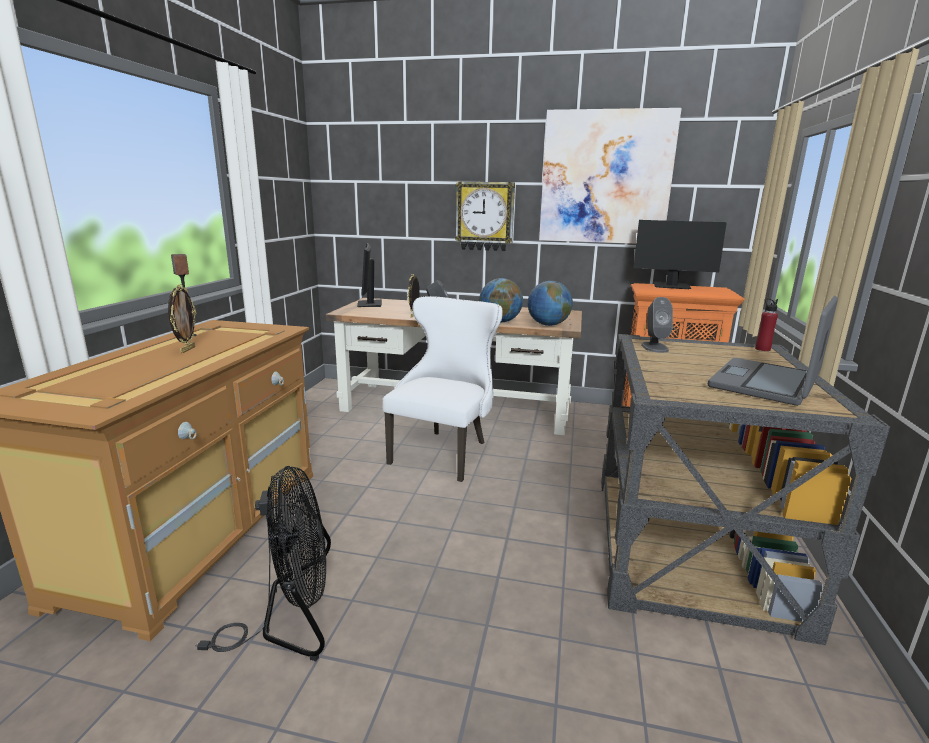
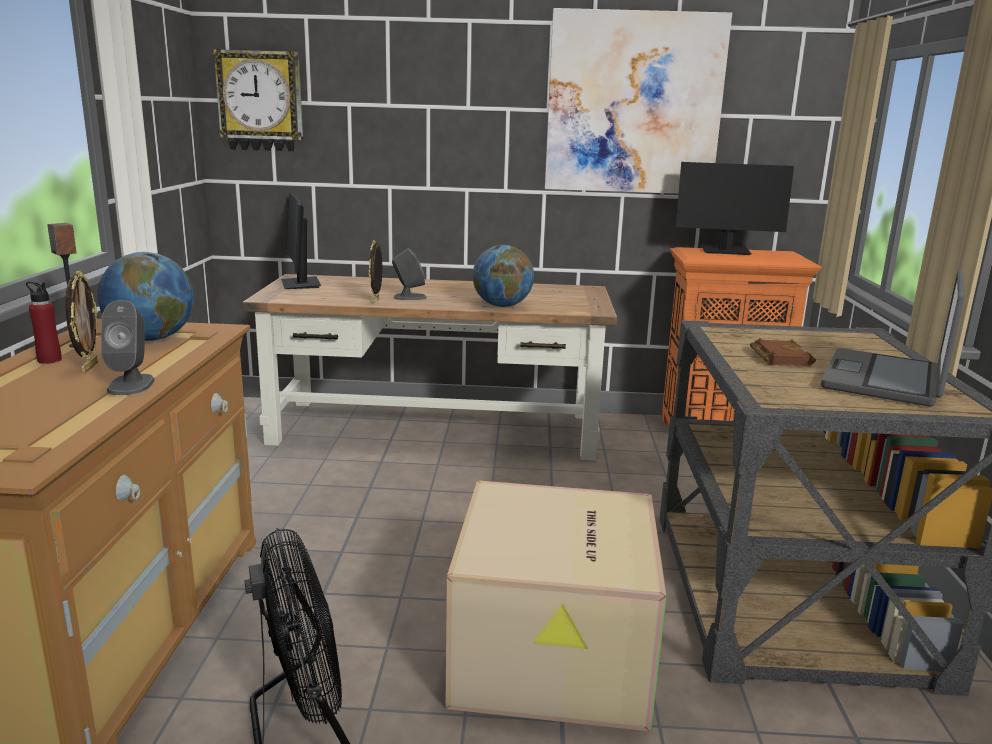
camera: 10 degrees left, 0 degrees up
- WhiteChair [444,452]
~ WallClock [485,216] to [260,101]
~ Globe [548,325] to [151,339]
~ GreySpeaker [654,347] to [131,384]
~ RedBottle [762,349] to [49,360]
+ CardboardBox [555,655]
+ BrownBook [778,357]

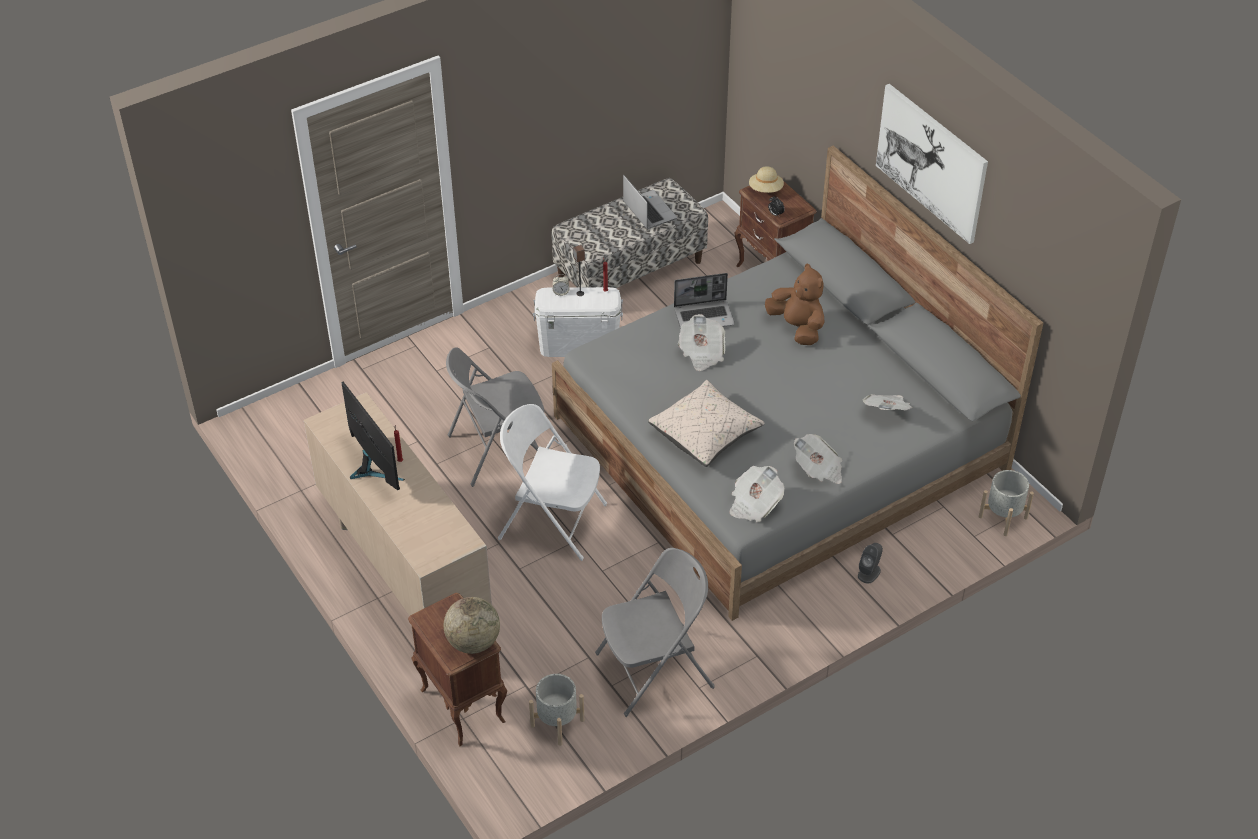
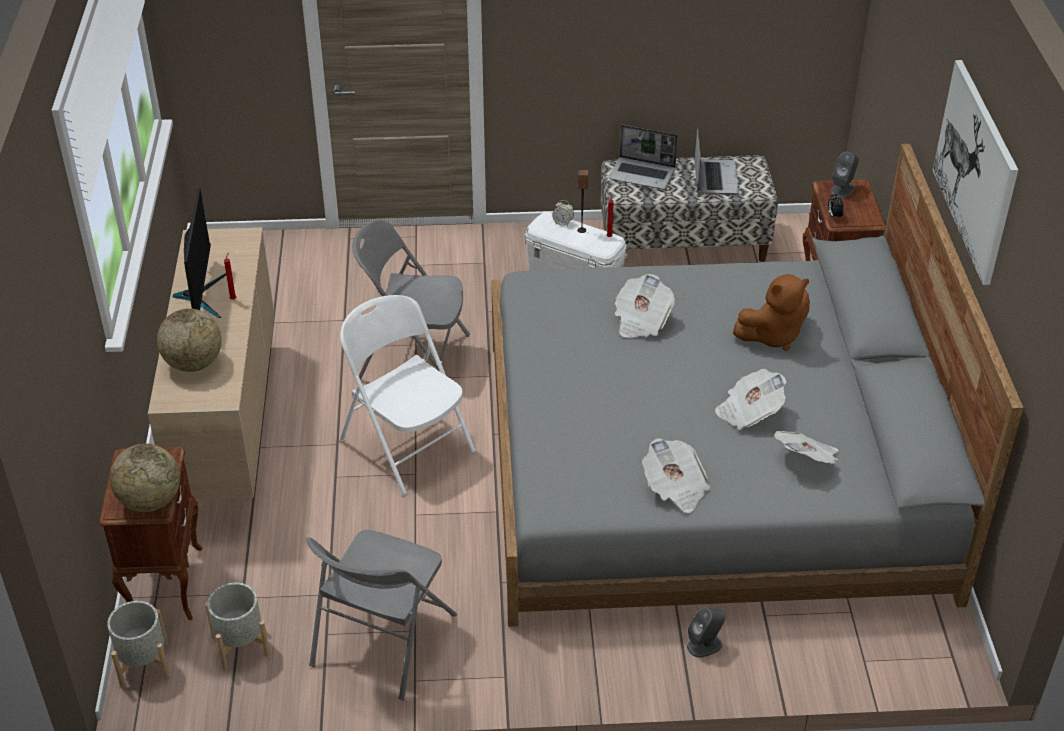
camera: 30 degrees right, 5 degrees down
~ GreyChair [654,670] = [383,640] 105 degrees clockwise
- BeigePillow [705,434]
~ Laptop [704,316] to [643,174]
~ Newspaper [754,504] to [749,412]
~ BeigeHat [766,189] to GreySpeaker [843,189]
~ BrownPlushToy [797,327] = [772,335] 75 degrees clockwise
~ GreyPlanter [1003,517] to [144,665]
+ Globe [193,363]

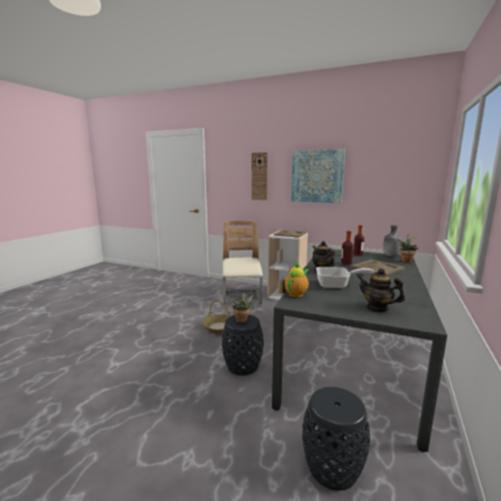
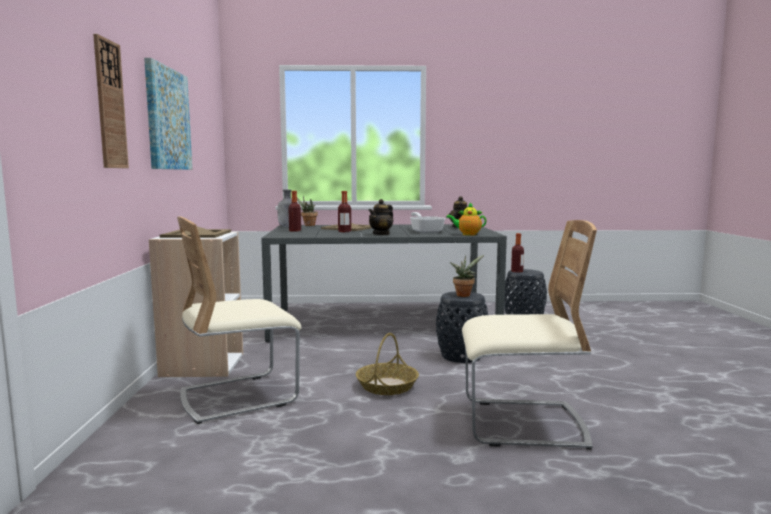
camera: 115 degrees left, 5 degrees down
+ BeigeChair [522,424]
+ Bottle [517,271]

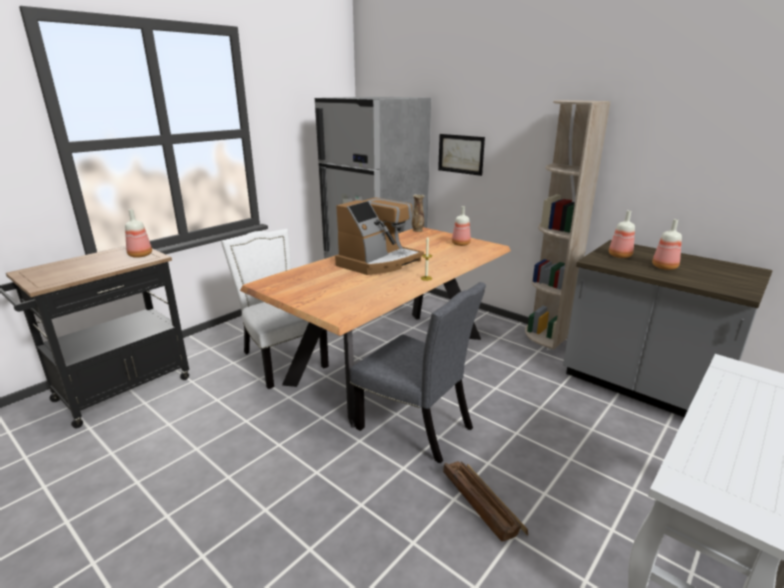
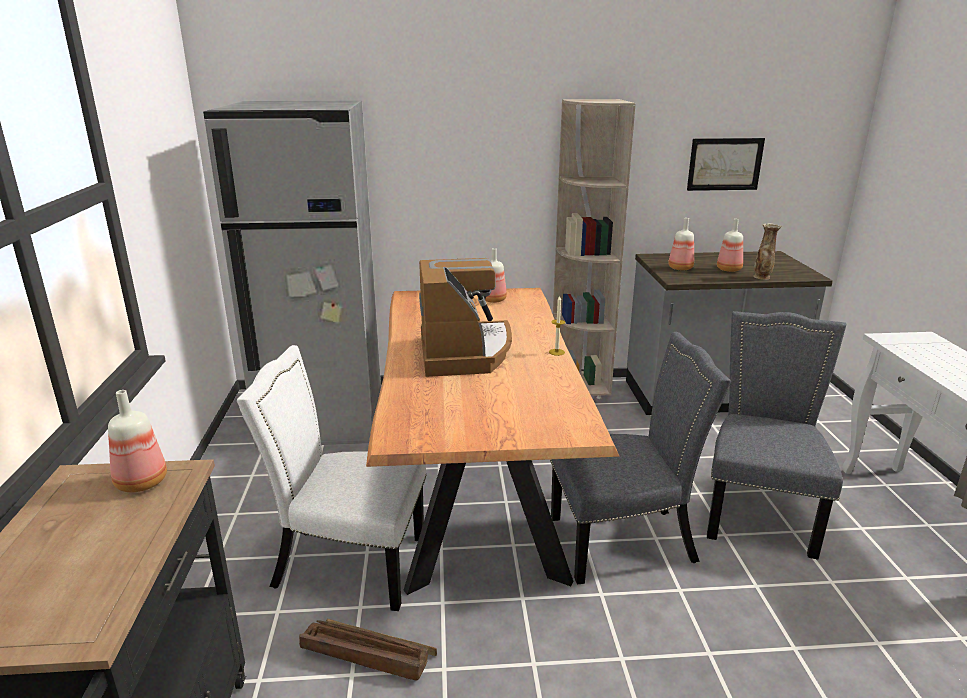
camera: 45 degrees left, 0 degrees up
~ Vase [417,230] to [762,277]
~ Picture [461,154] to [725,164]
~ Crate [481,504] to [367,656]
+ GreyChair [758,514]

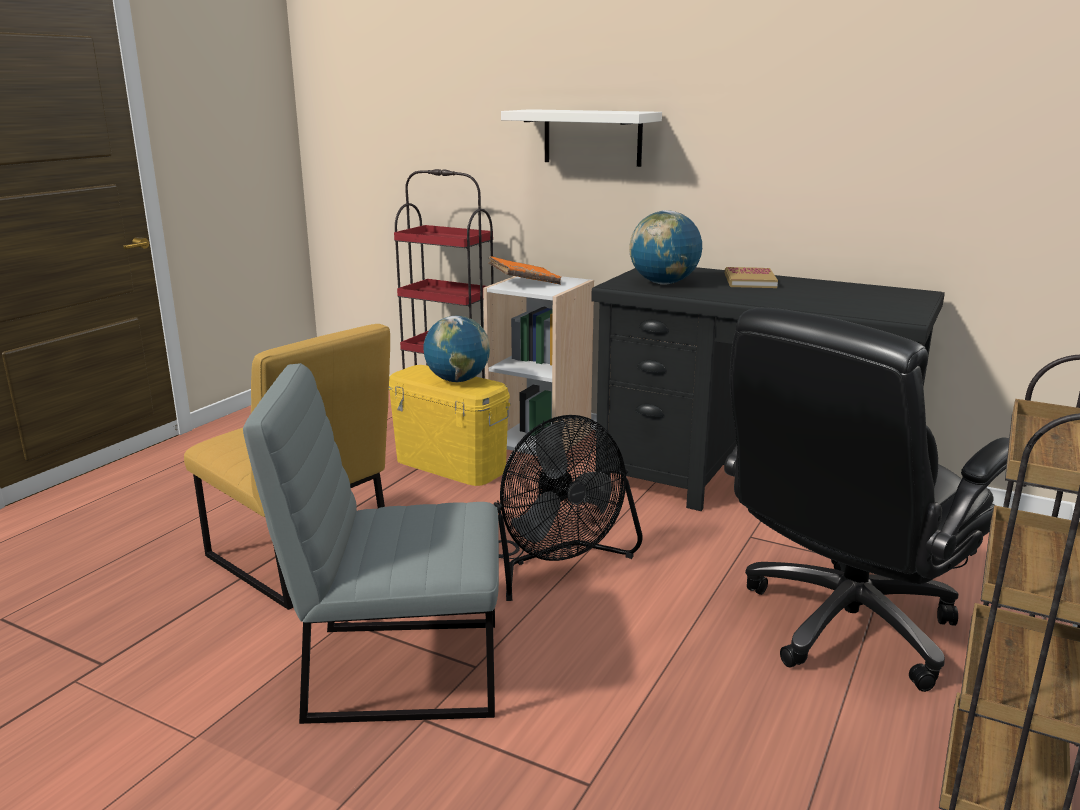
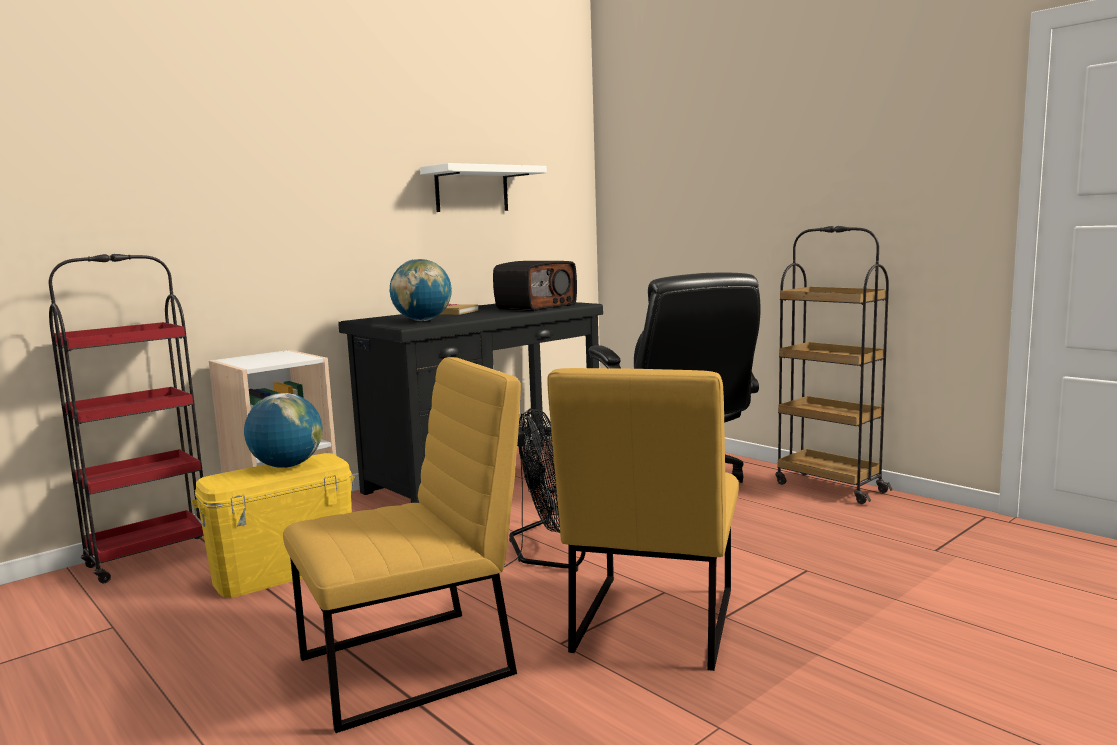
camera: 70 degrees left, 10 degrees down
~ GreyChair [398,669] to YellowChair [652,622]
- OrangeBook [524,283]
~ WhiteShelf [592,137] to [472,189]
+ Radio [535,307]

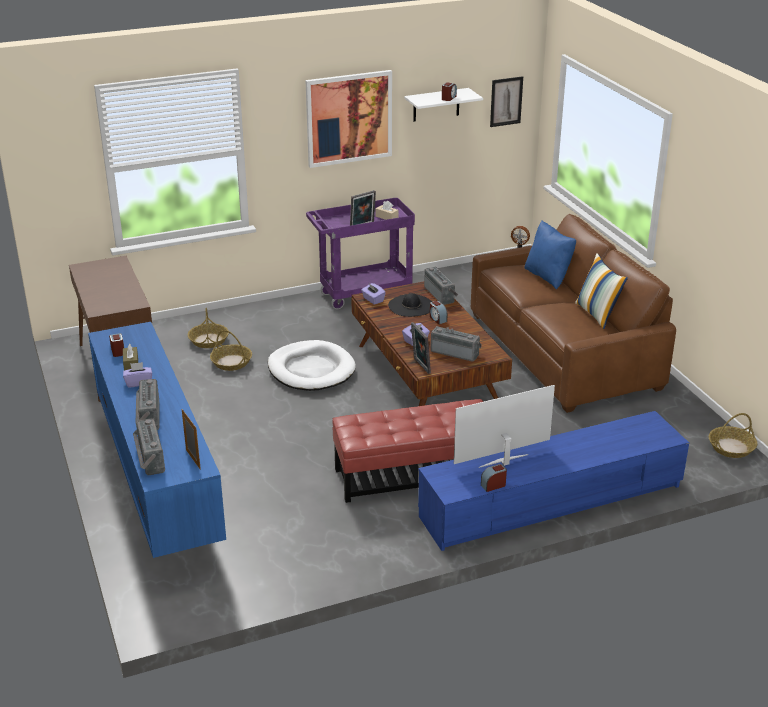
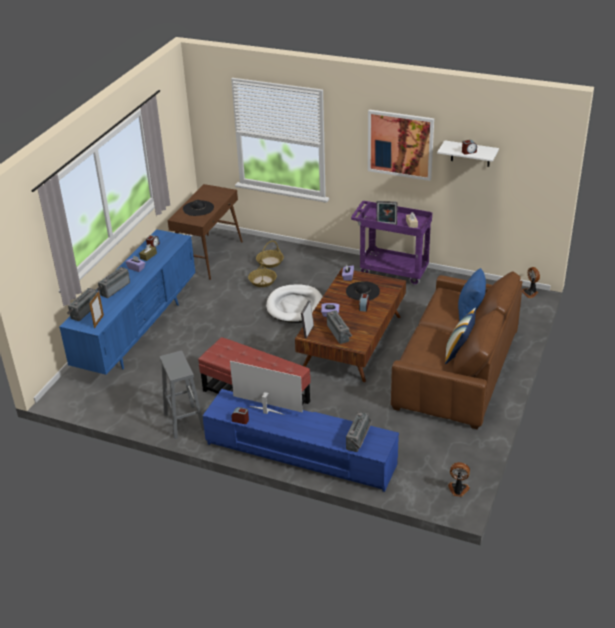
camera: 45 degrees right, 5 degrees up
~ Radio [441,294] to [359,439]
- Picture [506,101]
~ Basket [731,448] to Fan [458,490]
+ GreyStool [184,421]
+ BlackHat [198,208]

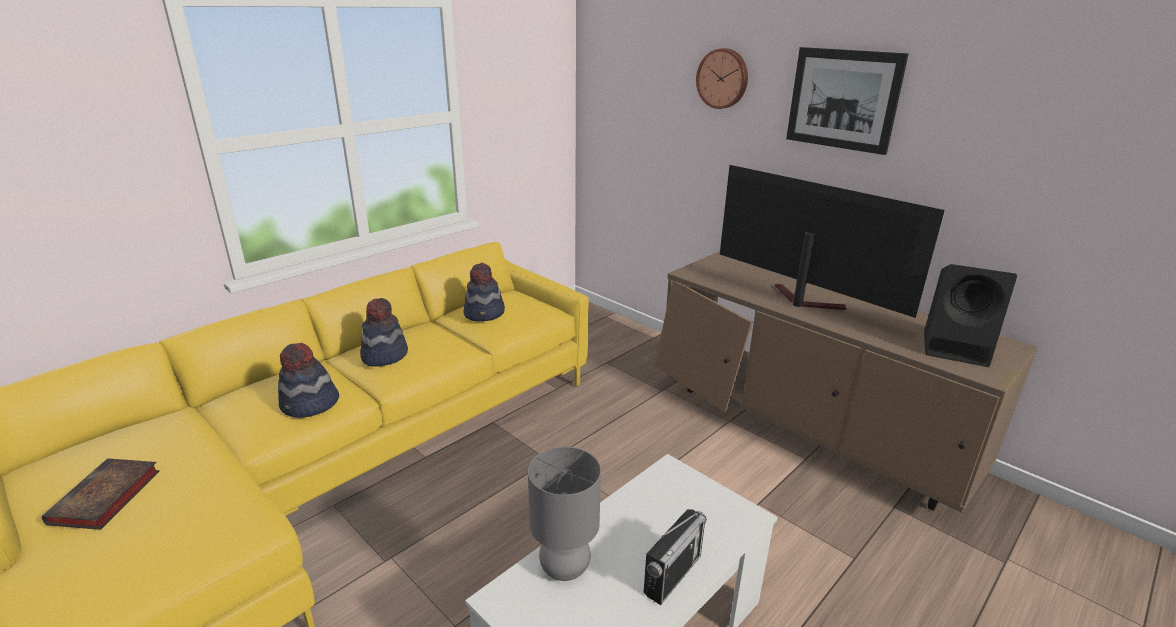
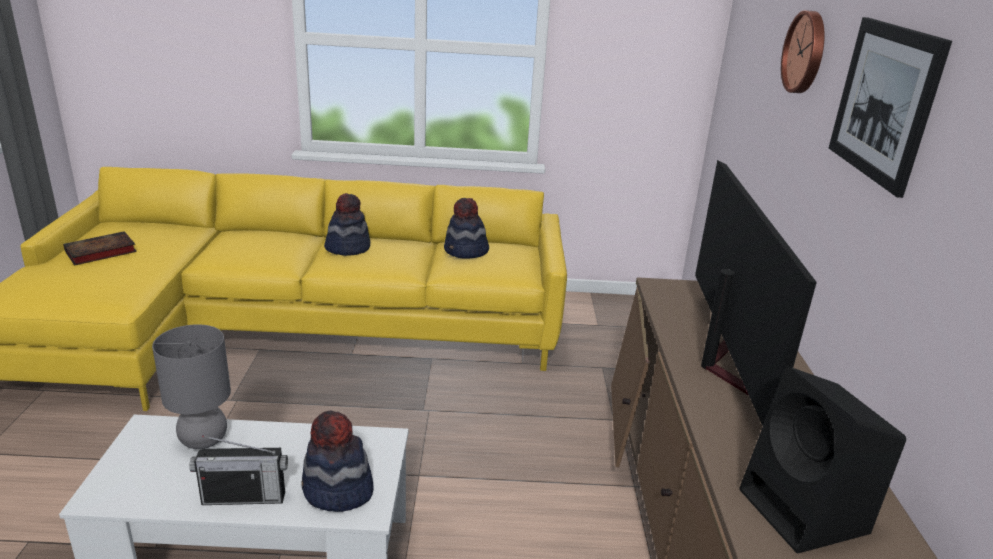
camera: 45 degrees right, 0 degrees up
~ Hat [310,405] to [337,491]

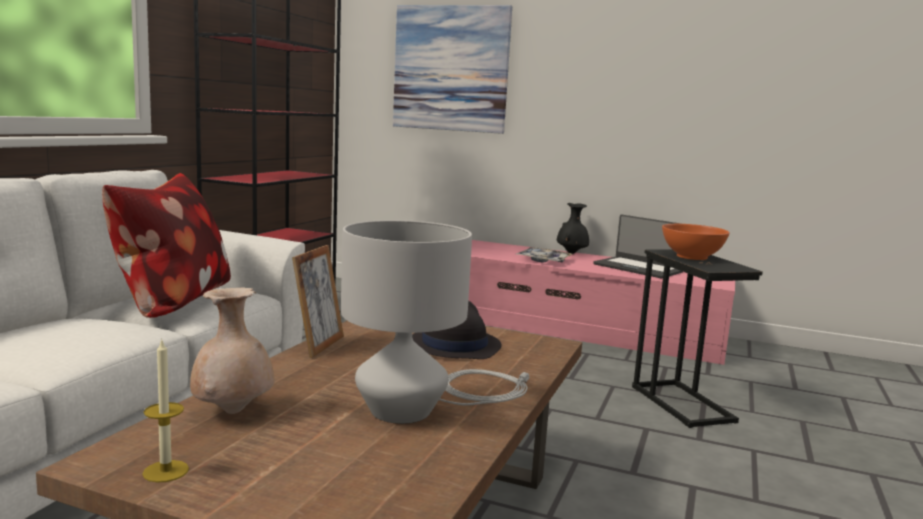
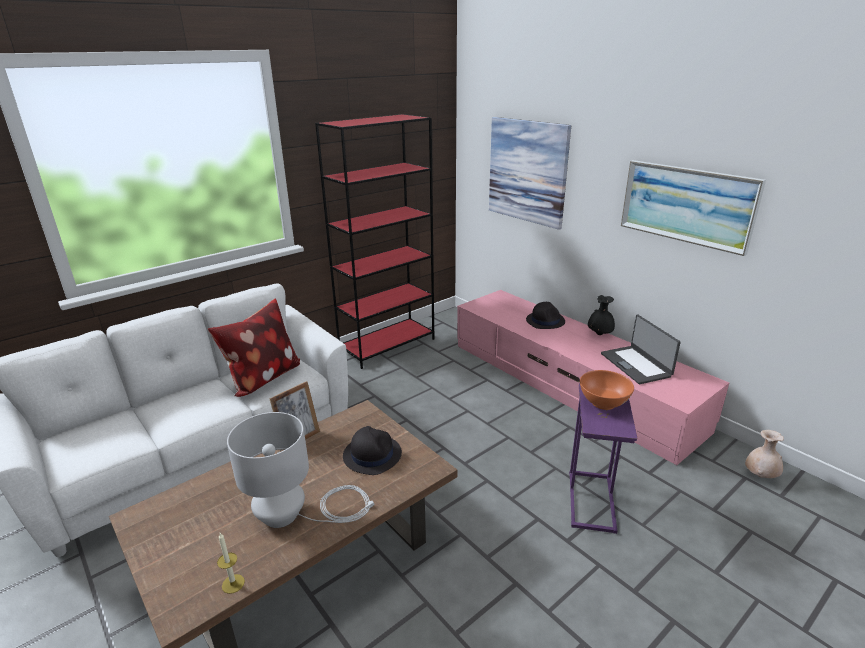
camera: 30 degrees right, 15 degrees up
~ Candle [166,471] to [233,584]
~ BeigeVase [233,411] to [760,476]
- Tray [543,260]
~ BlackSideTable [680,403] to PurpleSideTable [590,500]
+ BlackHat [545,321]
+ Picture [687,204]

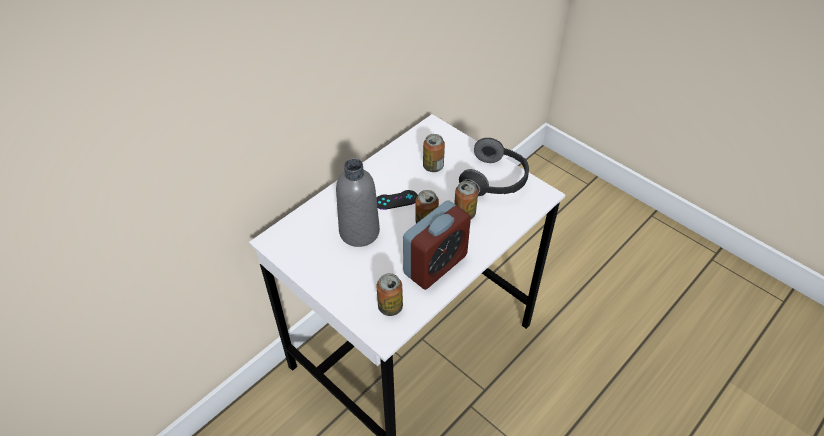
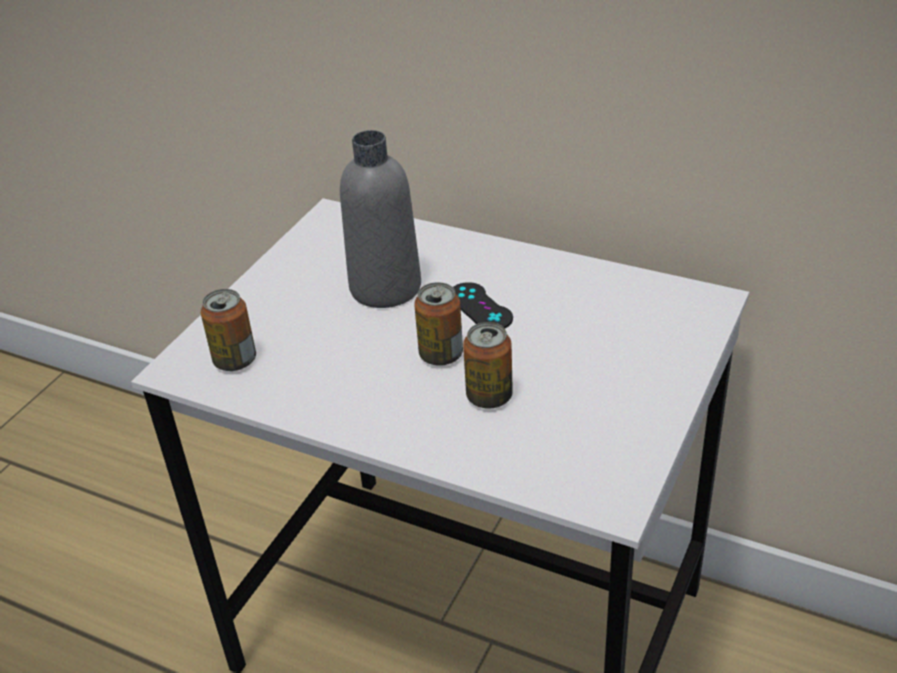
camera: 75 degrees right, 10 degrees down
- AlarmClock [435,265]
- Can [433,166]
- Headphones [495,181]

